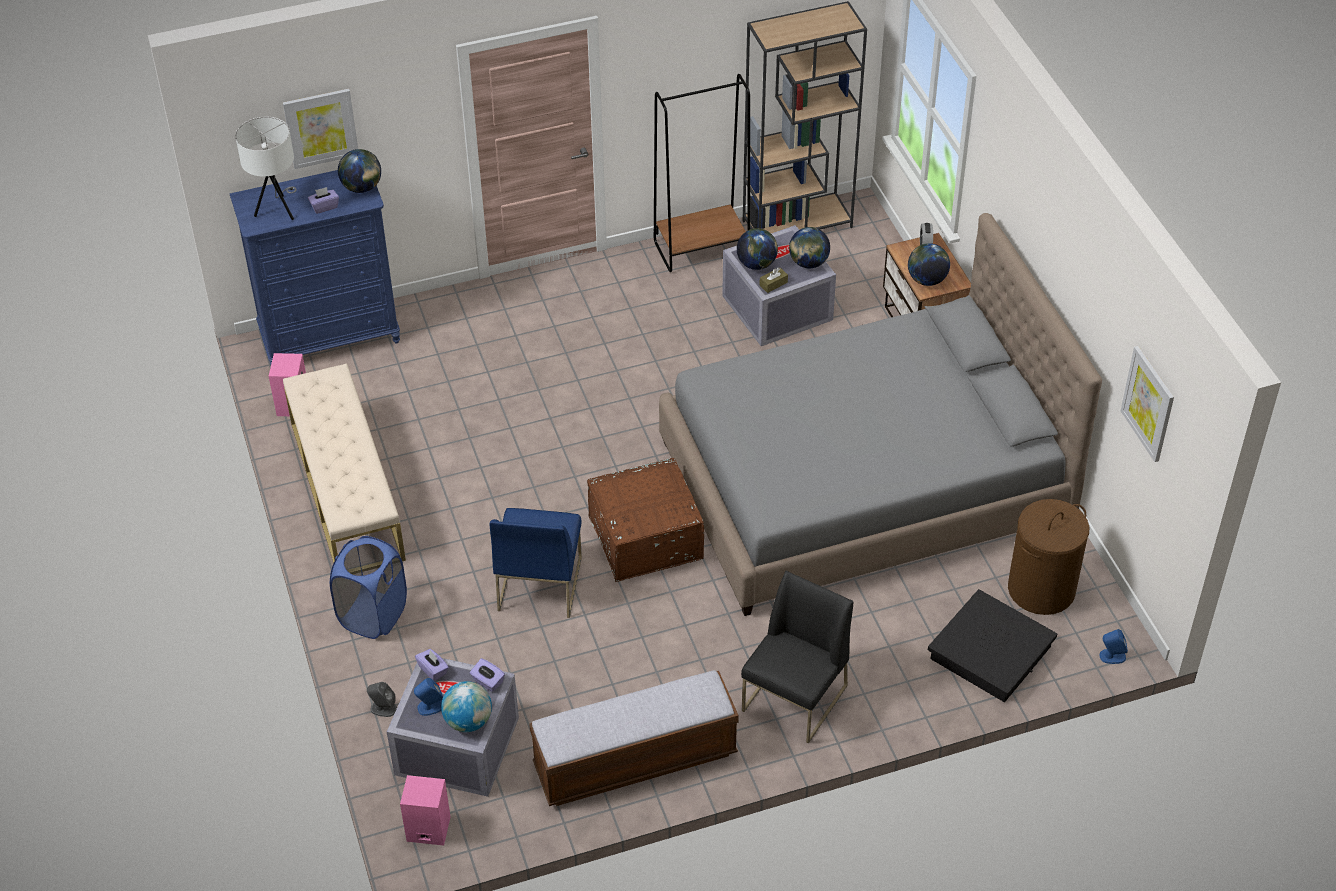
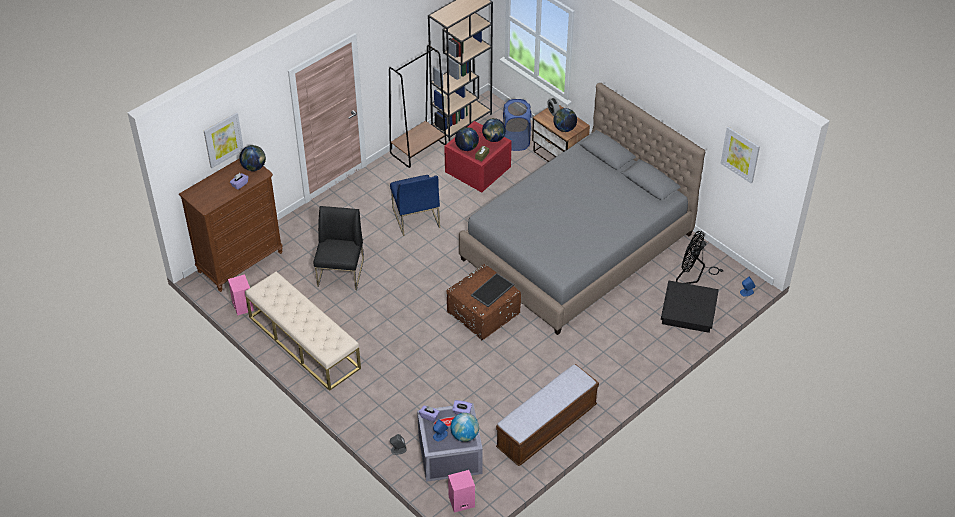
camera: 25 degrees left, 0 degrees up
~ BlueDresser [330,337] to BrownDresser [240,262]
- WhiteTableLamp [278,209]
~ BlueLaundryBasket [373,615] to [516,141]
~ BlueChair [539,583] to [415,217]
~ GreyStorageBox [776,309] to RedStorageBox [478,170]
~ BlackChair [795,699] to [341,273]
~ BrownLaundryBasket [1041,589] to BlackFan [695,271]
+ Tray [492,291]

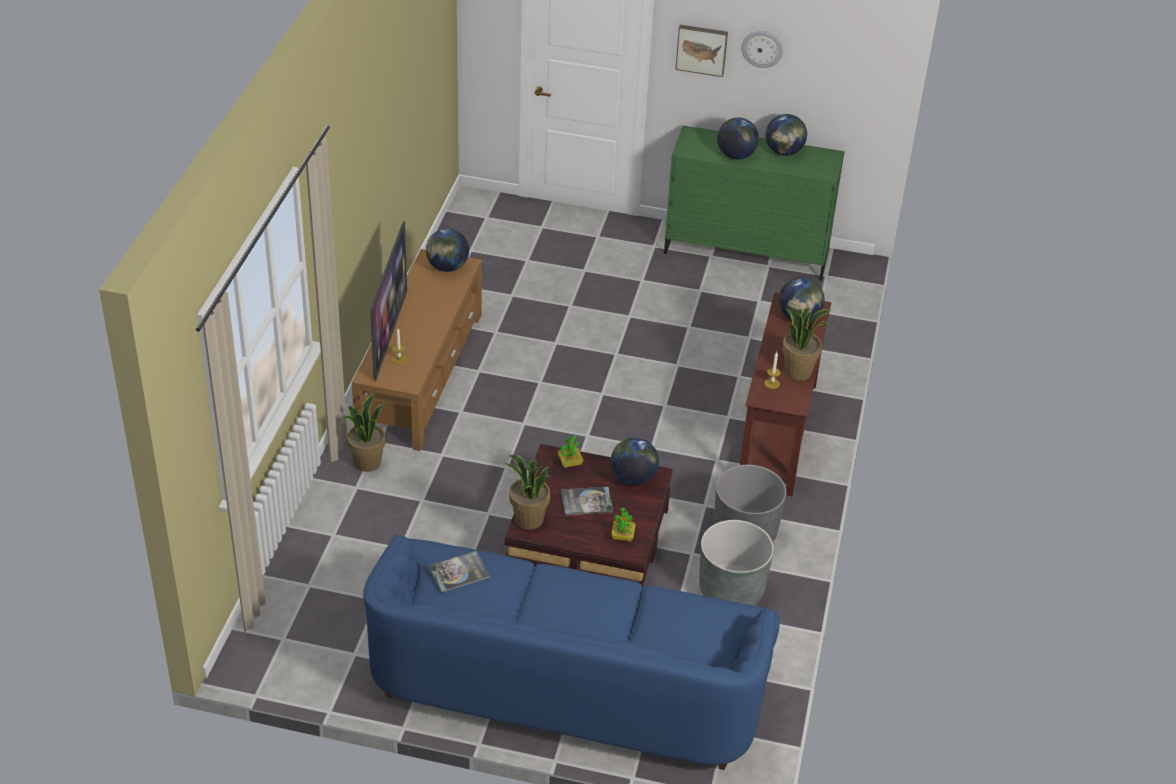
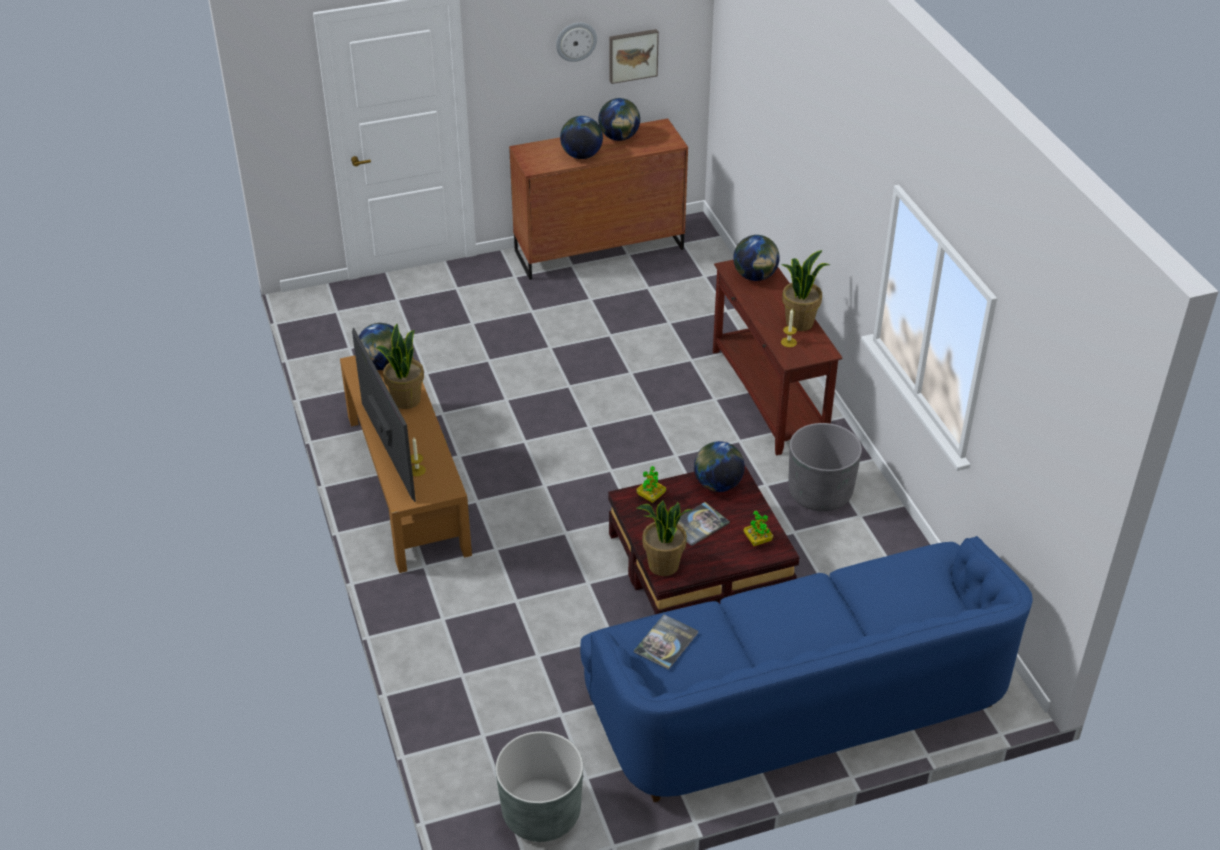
camera: 30 degrees left, 0 degrees up
~ PottedPlant [367,462] to [405,400]
~ GreenDresser [747,251] to BrownDresser [599,249]
~ Picture [702,49] to [632,55]
~ GreyPlanter [731,590] to [541,813]

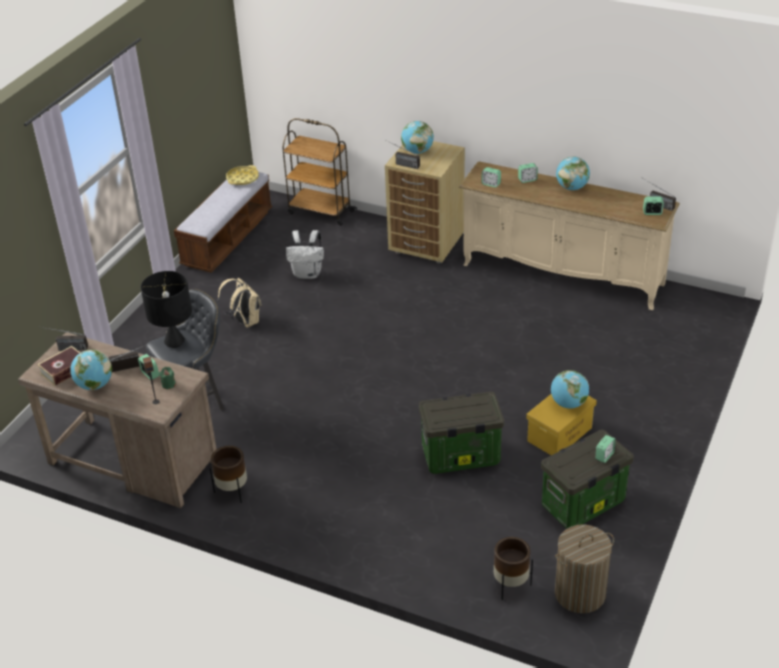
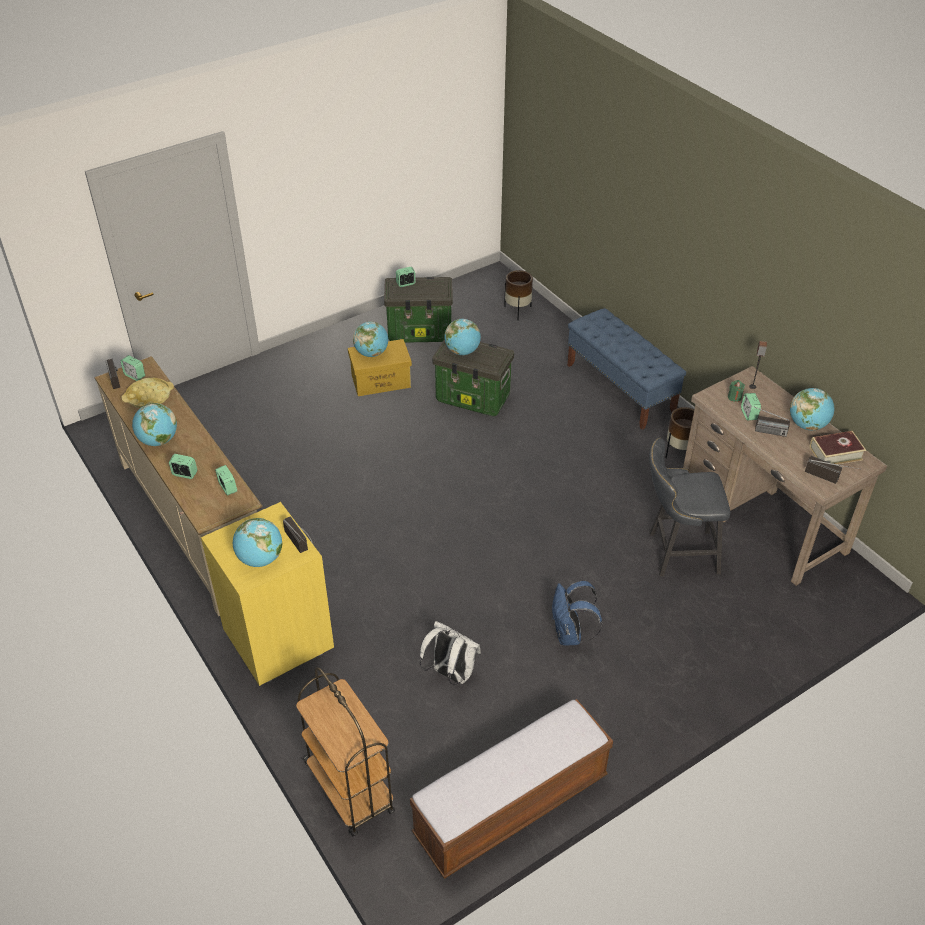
camera: 150 degrees left, 5 degrees up
- BlackTableLamp [174,342]
~ BeigeBackpack [245,321] to BlueBackpack [570,635]
~ YellowTray [242,178] to [149,396]
~ BrownDresser [426,246] to YellowDresser [280,643]
- LaundryBasket [579,593]
+ Globe [462,351]
+ BlueBench [620,388]

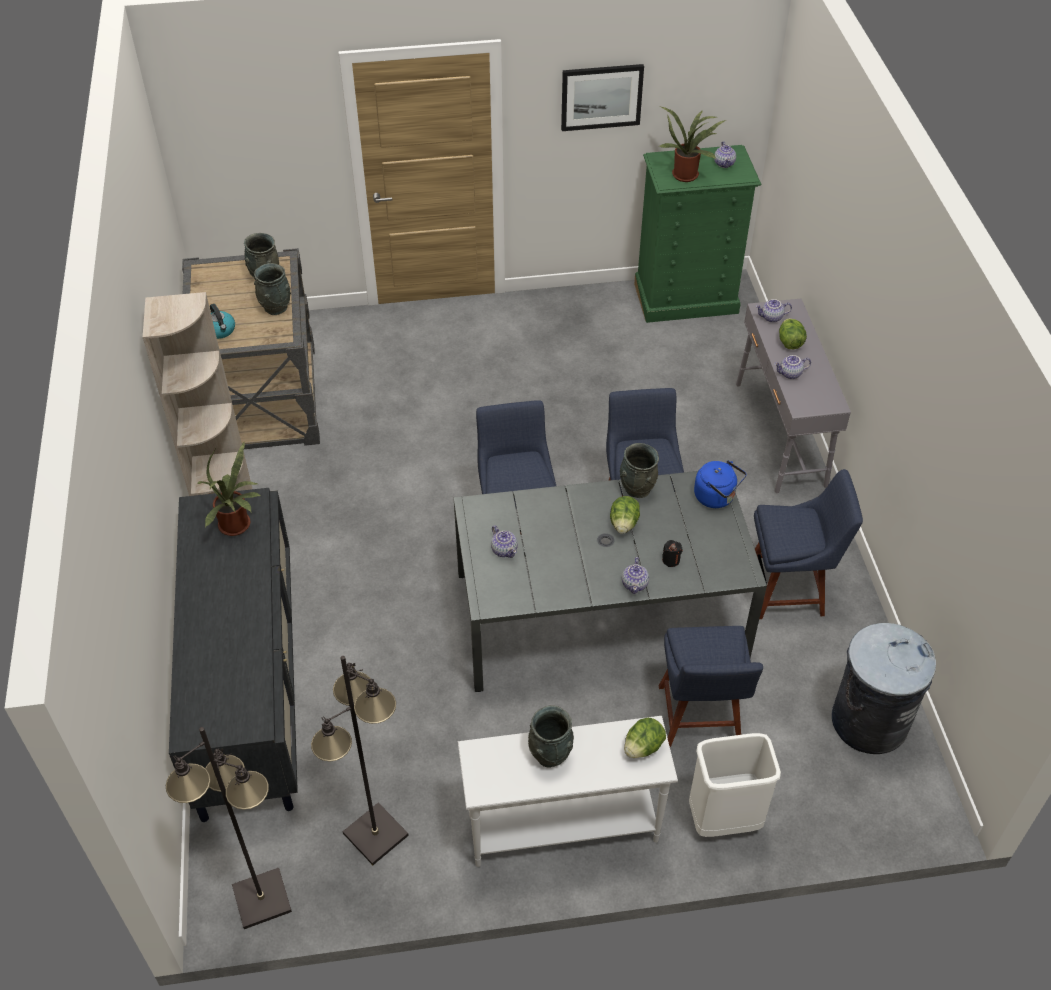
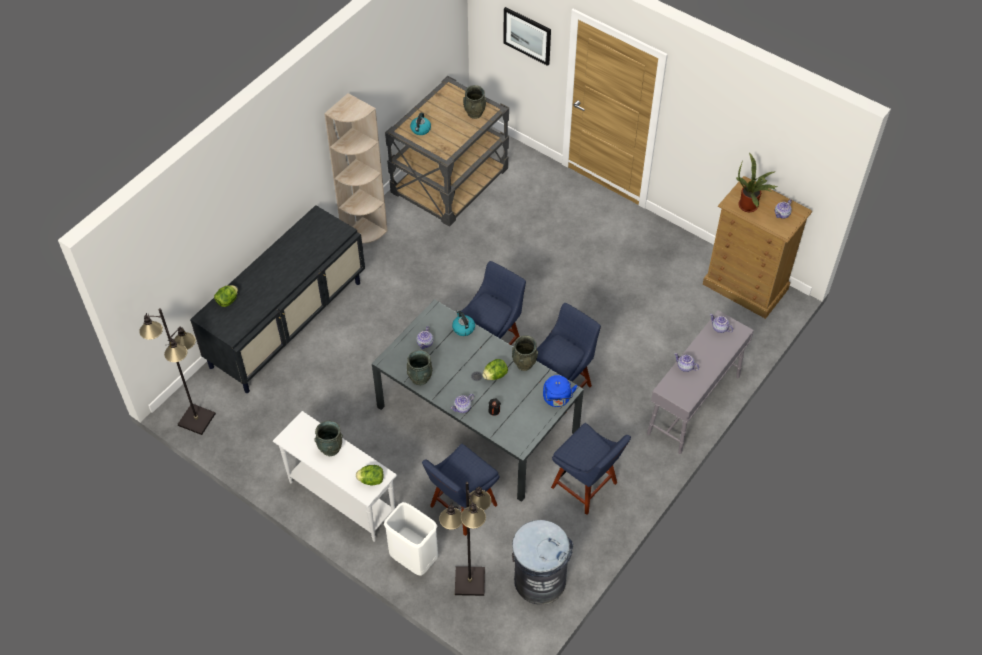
camera: 45 degrees right, 5 degrees up
- PottedPlant [238,526]
~ GreyVase [276,307] to [420,378]
~ BlackFloorLamp [375,835] to [469,582]
~ Picture [601,97] to [527,35]
~ GreenDresser [687,298] to BrownDresser [746,287]
~ Lettuce [790,342] to [227,301]
+ Kettle [463,328]

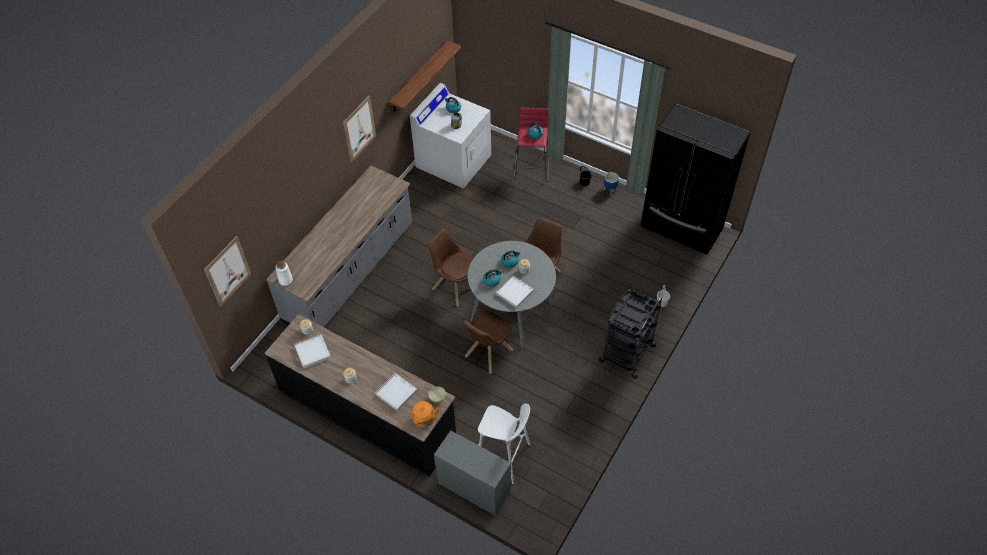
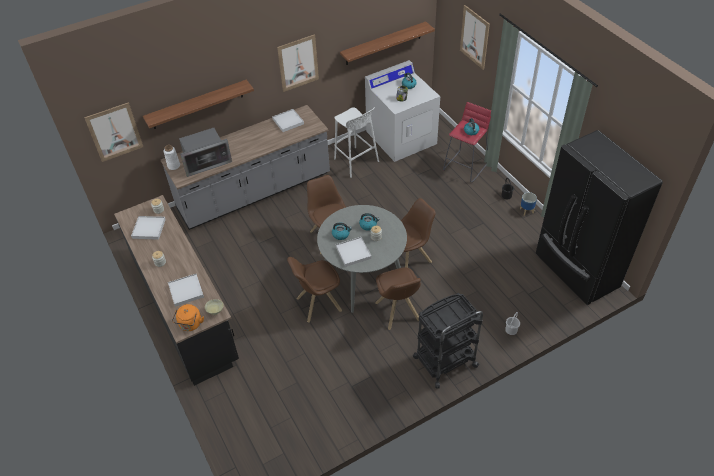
camera: 30 degrees right, 5 degrees down
- GreyDresser [474,486]
~ WhiteStool [504,457] to [355,162]
+ Shelf [197,104]
+ Microwave [206,162]
+ WhiteTray [288,121]
+ BrownChair [398,311]
+ Picture [474,37]

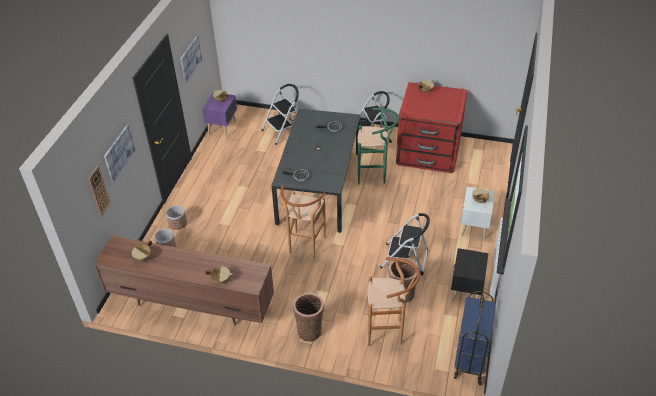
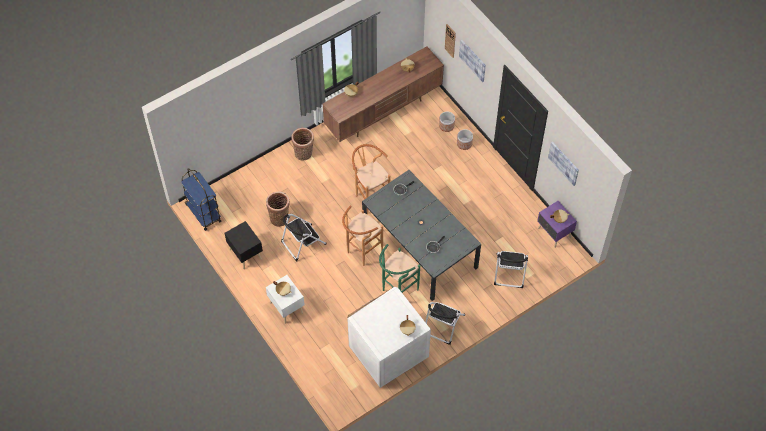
camera: 130 degrees right, 15 degrees up
~ BrownStool [388,331] to [362,253]
~ RedDresser [429,151] to WhiteDresser [387,350]

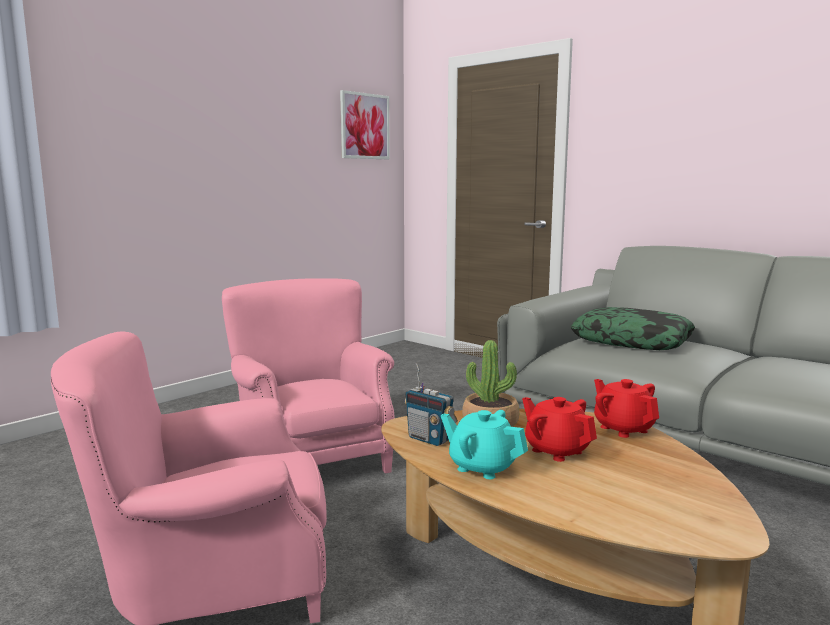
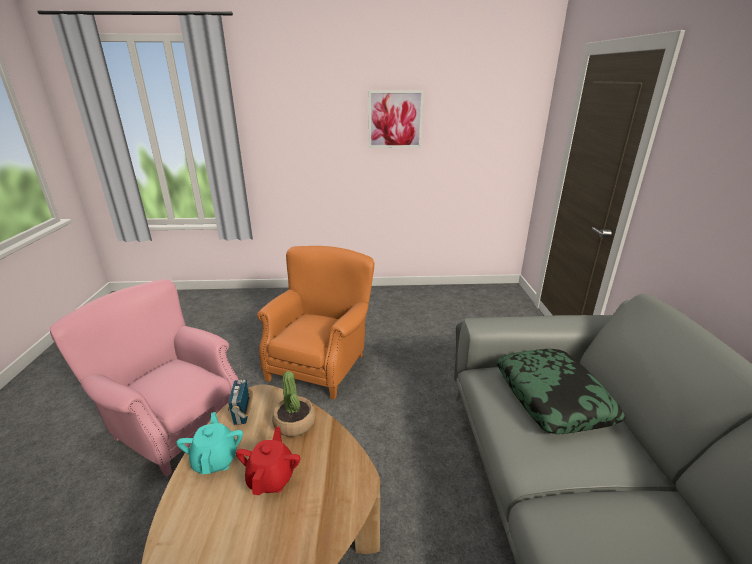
camera: 45 degrees right, 15 degrees up
~ PinkArmchair [312,455] to OrangeArmchair [320,362]
~ Picture [364,126] to [395,119]
- RedTeapot [623,428]

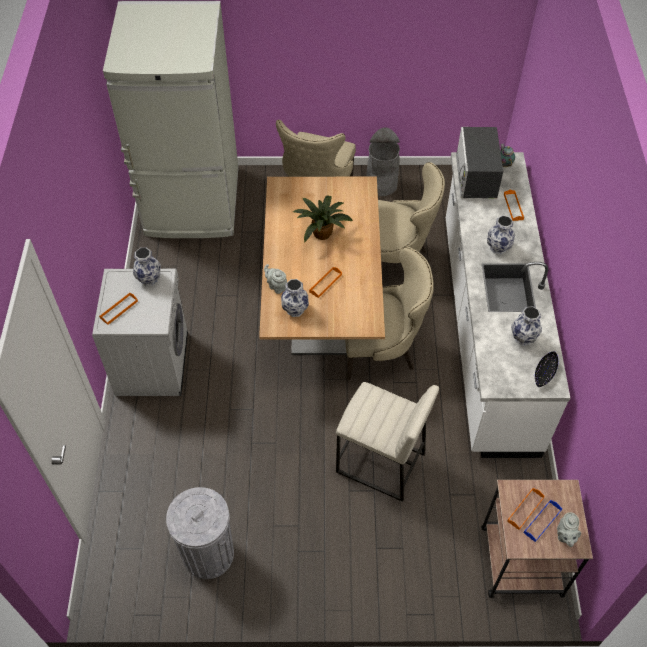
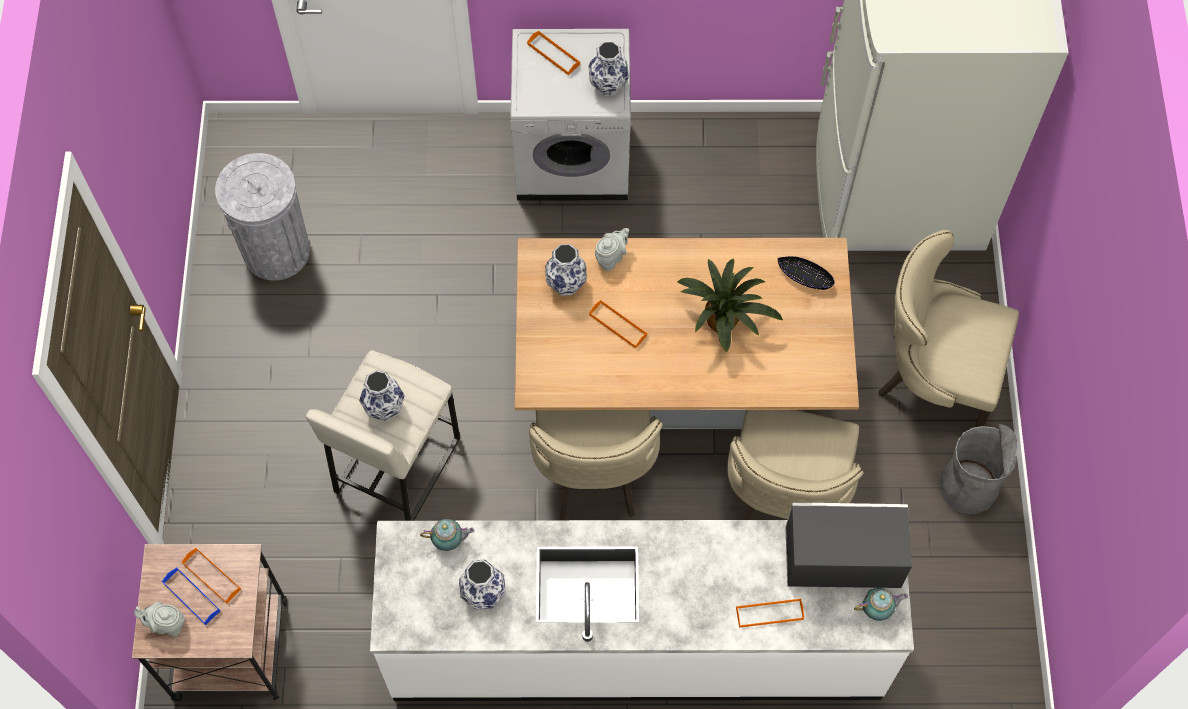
camera: 90 degrees right, 10 degrees up
~ Vase [498,247] to [385,408]
~ BlackBowl [544,373] to [804,276]
+ Teapot [449,541]

